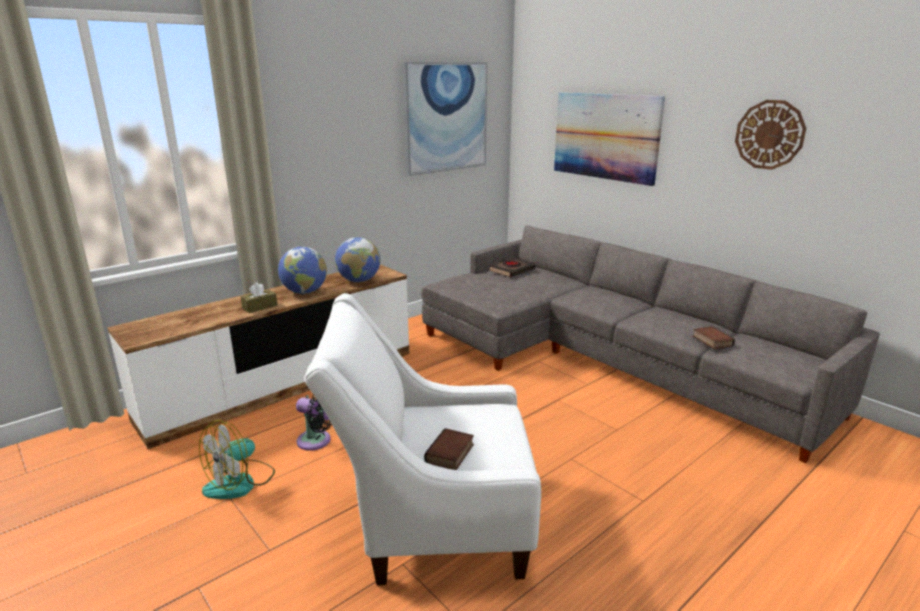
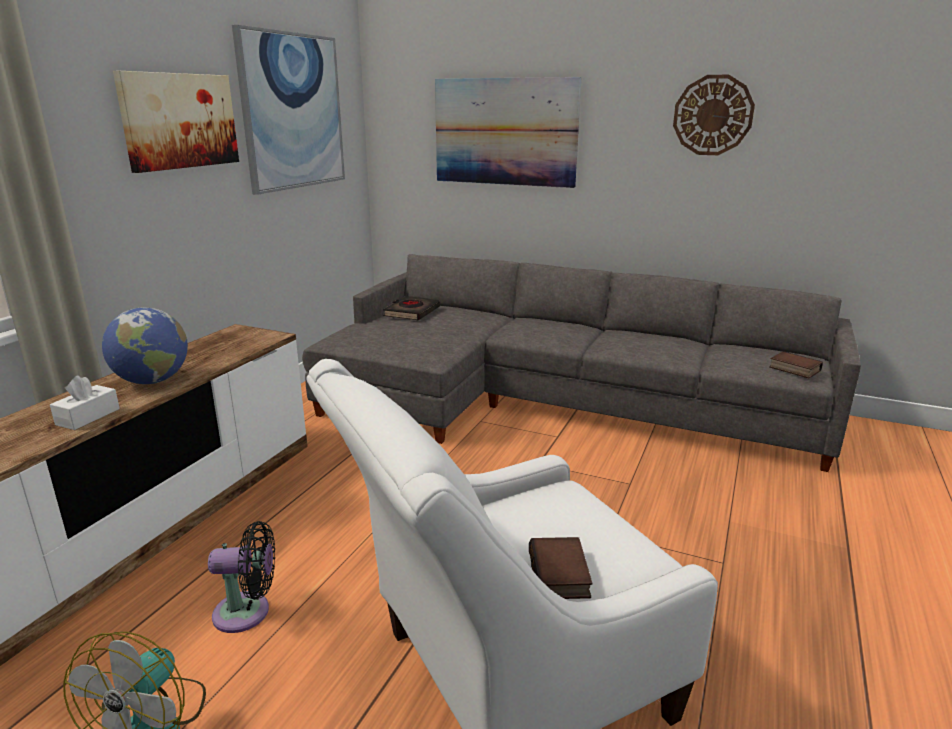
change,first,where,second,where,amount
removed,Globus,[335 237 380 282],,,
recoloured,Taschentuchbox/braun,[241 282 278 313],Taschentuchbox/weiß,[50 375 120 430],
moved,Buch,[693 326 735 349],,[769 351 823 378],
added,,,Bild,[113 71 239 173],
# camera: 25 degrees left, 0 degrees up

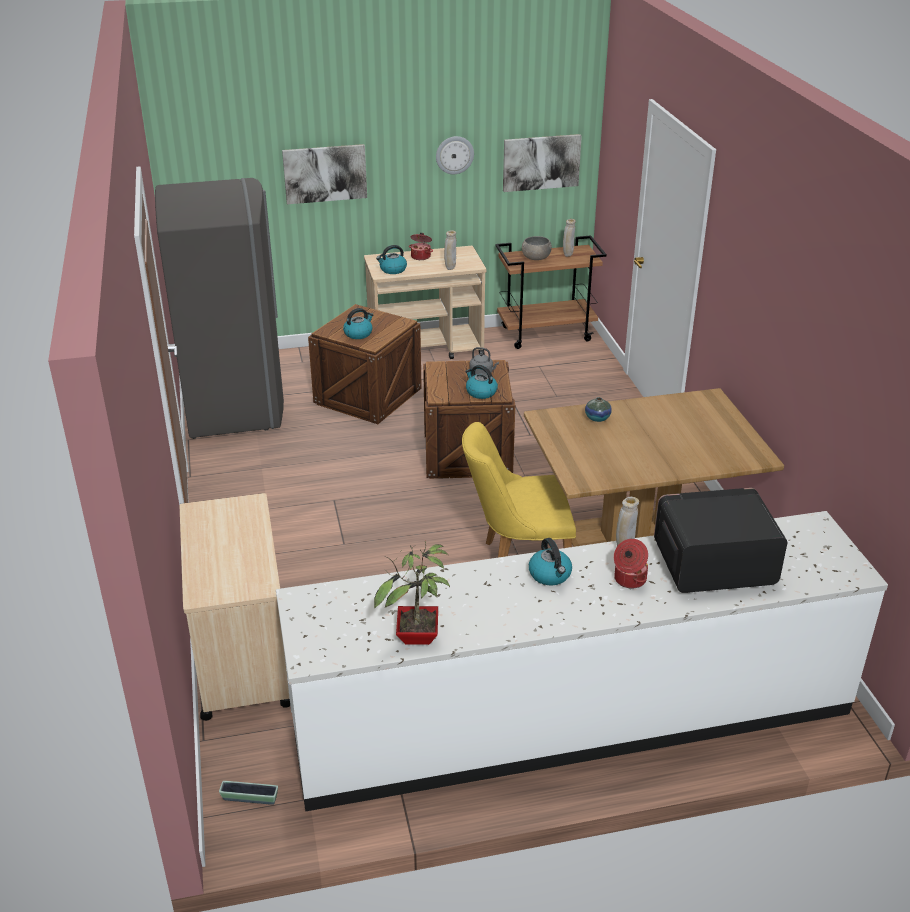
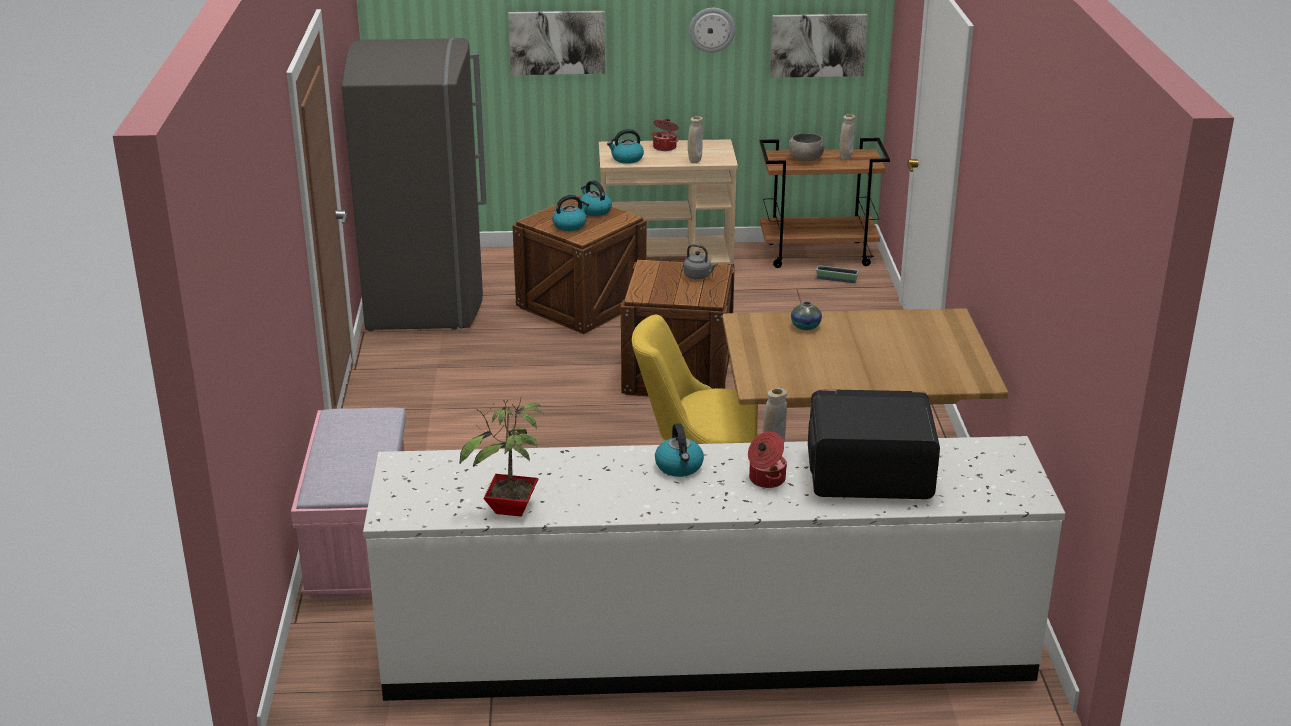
change,first,where,second,where,amount
moved,Wasserkessel,[465 365 498 399],,[580 180 612 216],
replaced,Rollwagen/beige,[180 493 290 721],Bank/rosa,[291 408 406 598],
moved,Pflanzkübel,[219 781 278 805],,[816 265 859 283],
# camera: 10 degrees right, 5 degrees down

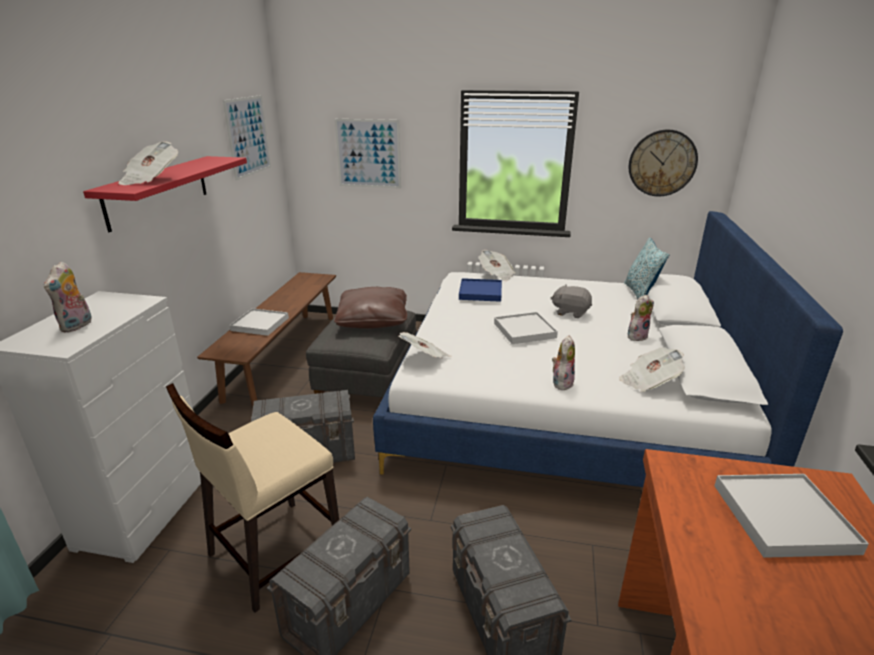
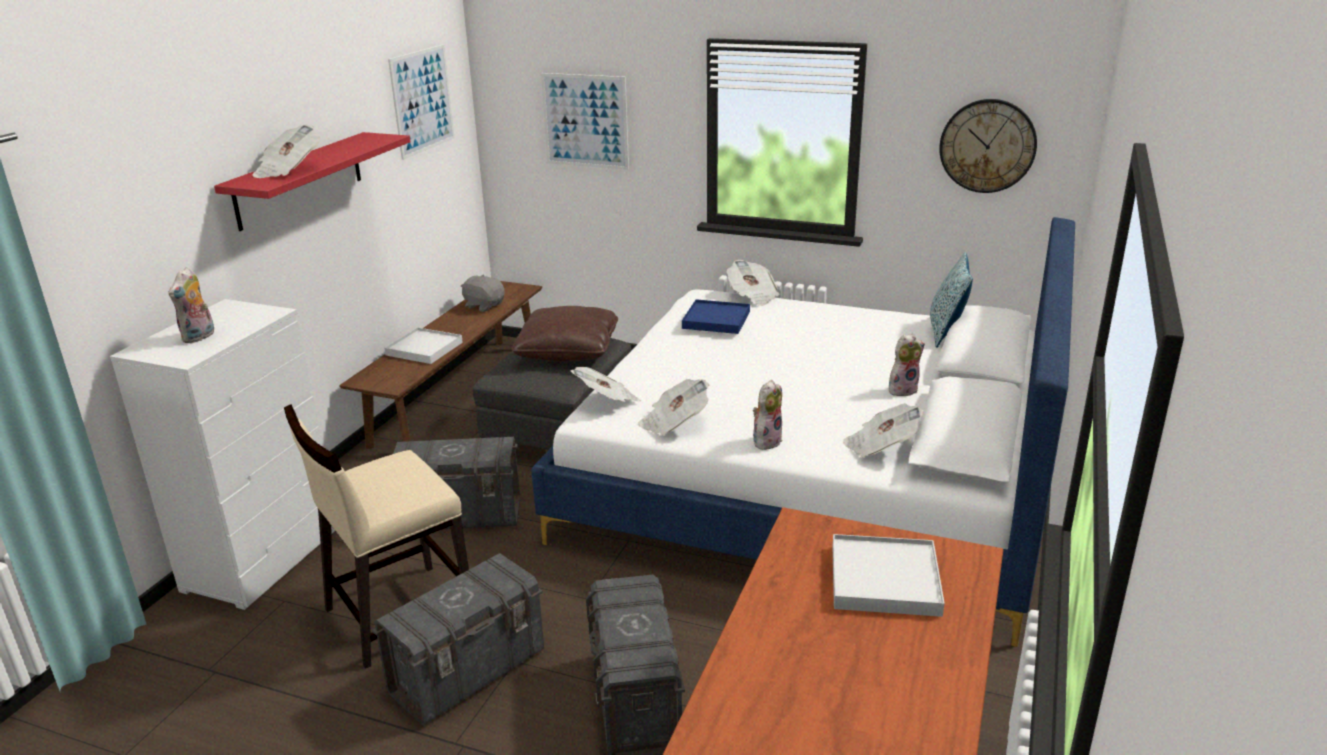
change,first,where,second,where,amount
moved,Plüschtier/grau,[551 284 592 318],,[461 275 505 312],
removed,Tablett/weiß,[494 312 558 344],,,
added,,,Zeitung,[639 379 709 436],
# camera: 10 degrees right, 0 degrees up

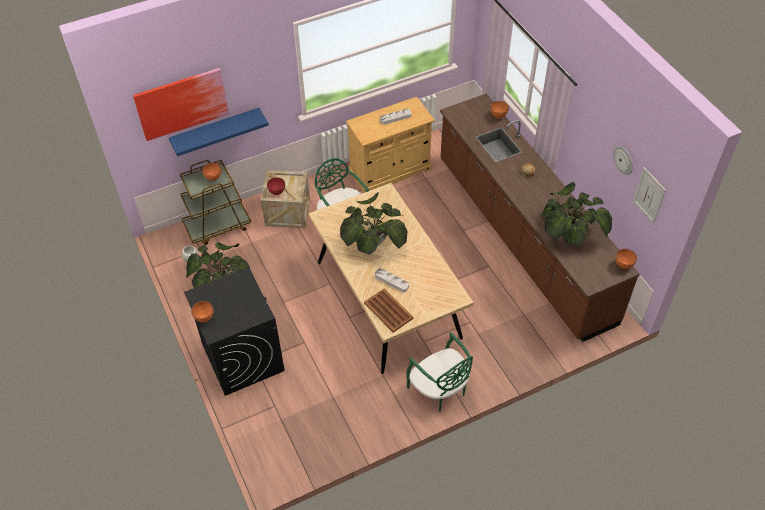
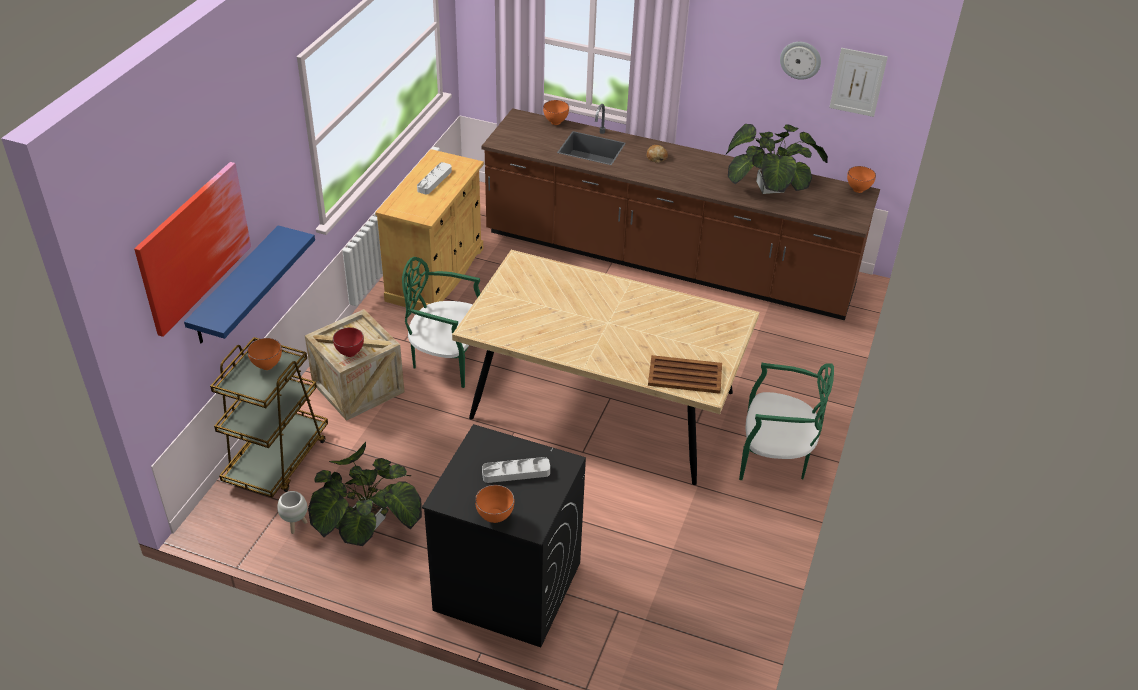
change,first,where,second,where,amount
removed,Topfpflanze,[340 192 407 255],,,
moved,Tablett/grau,[375 268 409 292],,[482 457 550 483],
# camera: 45 degrees left, 10 degrees down

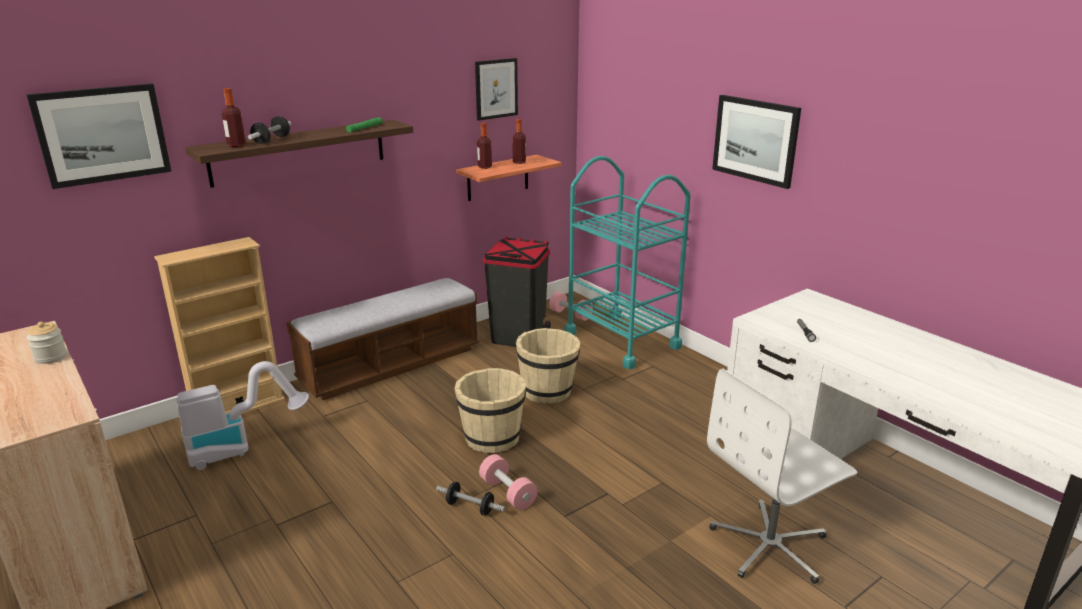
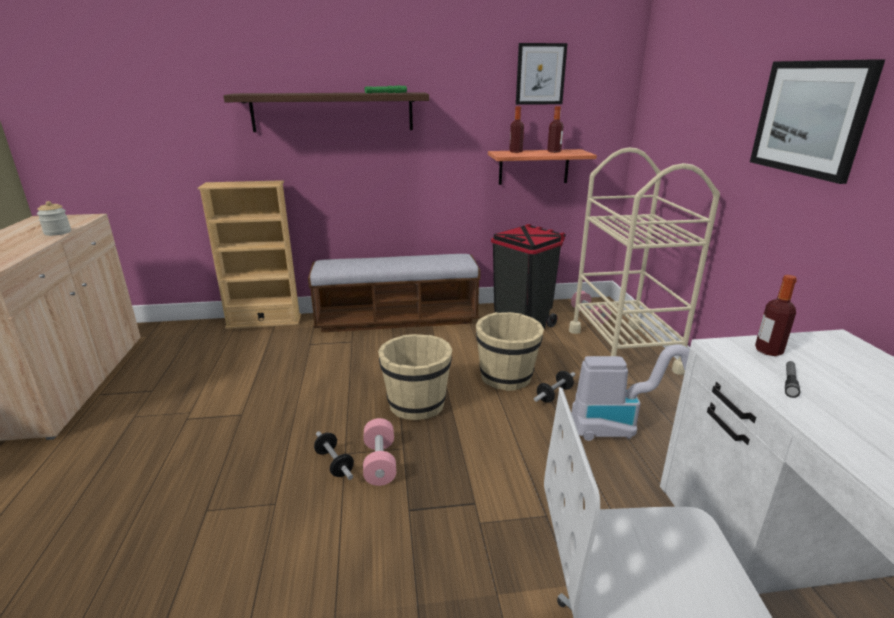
change,first,where,second,where,amount
removed,Bild,[26 83 172 189],,,
moved,Flasche,[222 88 246 147],,[755 275 797 356],
moved,Hantel,[248 116 291 144],,[534 371 575 403],
recoloured,Rollwagen/türkis,[564 156 691 369],Rollwagen/beige,[569 147 720 375],
moved,Staubsauger,[177 361 309 470],,[572 344 690 441],
# camera: 30 degrees right, 0 degrees up

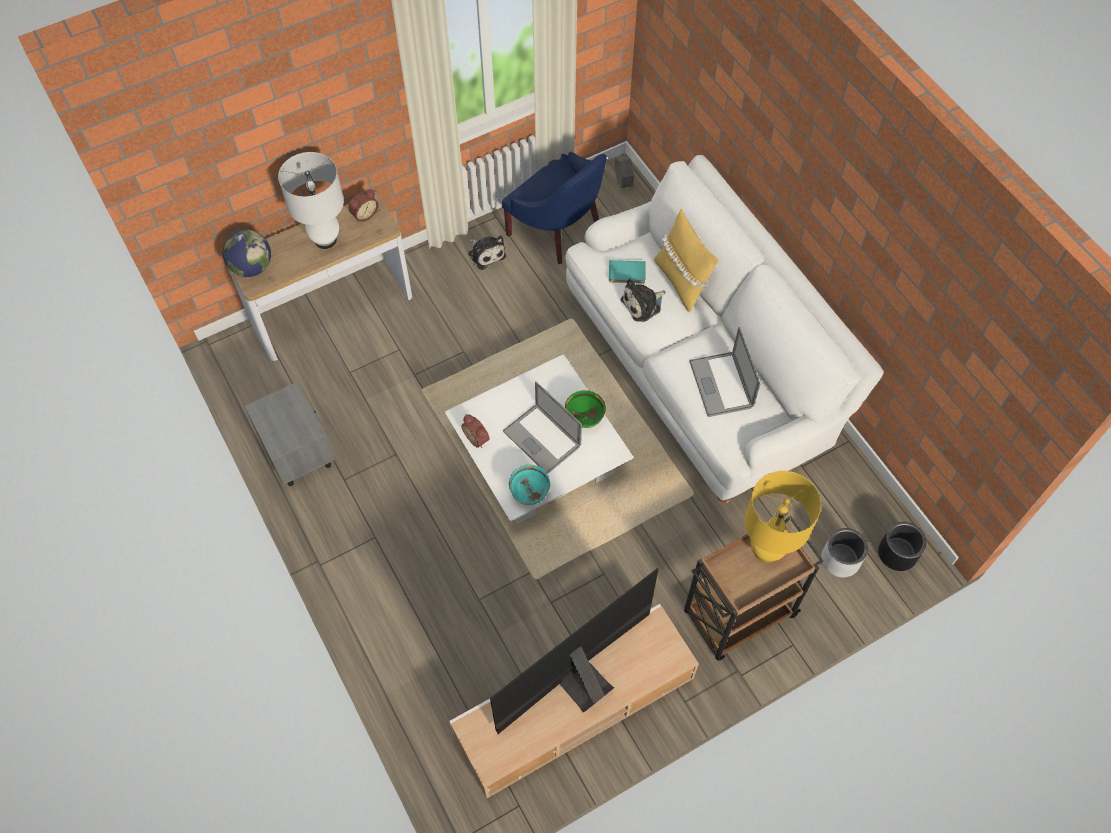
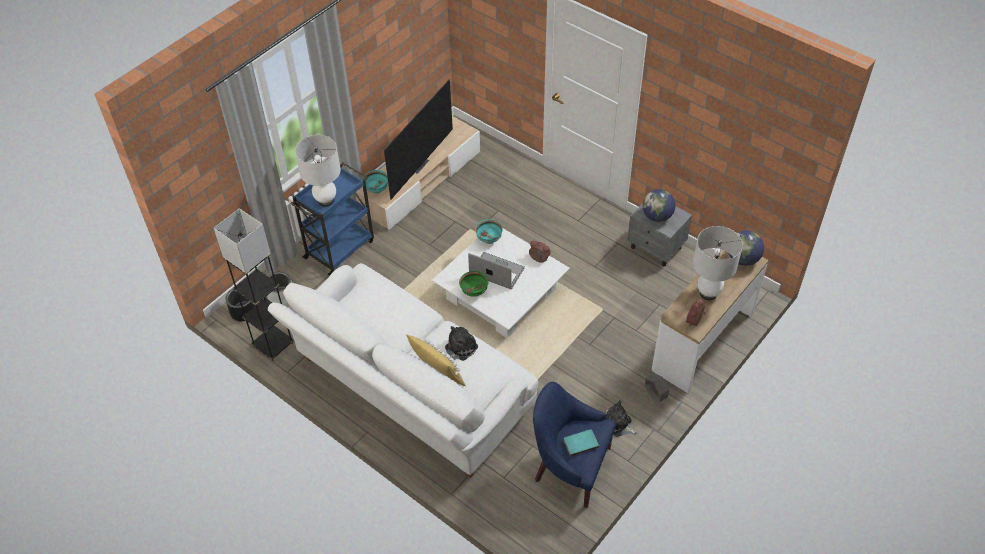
change,first,where,second,where,amount
moved,Pflanzkübel/grau,[615 155 634 188],,[644 373 669 402],
moved,Buch/türkis,[609 260 645 283],,[564 429 599 456],
removed,Laptop,[689 327 760 417],,,
recoloured,Tischlampe/gelb,[744 471 821 563],Tischlampe/weiß,[295 135 341 207],
recoloured,Rollwagen/braun,[684 516 824 661],Rollwagen/blau,[291 162 374 275],
added,,,Schüssel/türkis,[362 170 388 193],
added,,,Globus,[643 189 675 222],
added,,,Stehlampe/grau,[214 208 294 361],
# camera: 160 degrees right, 10 degrees down

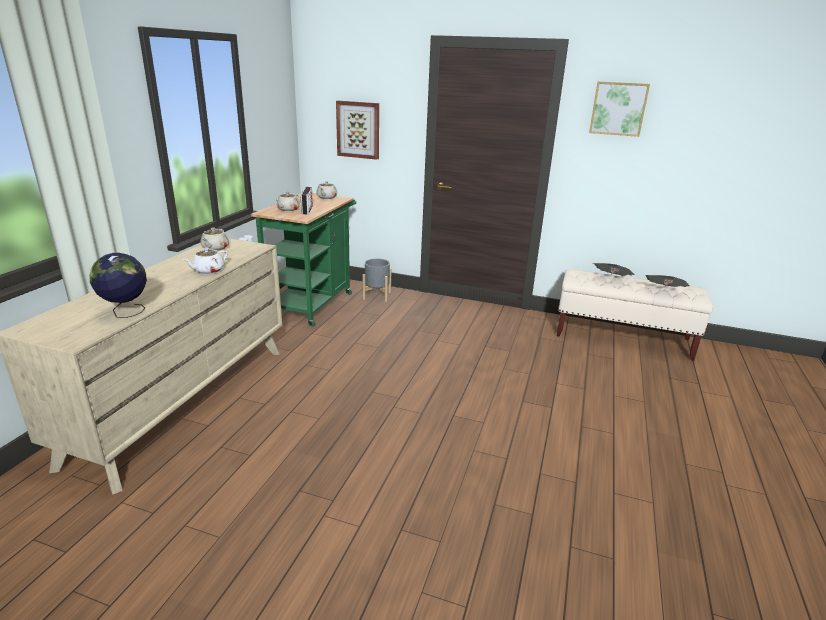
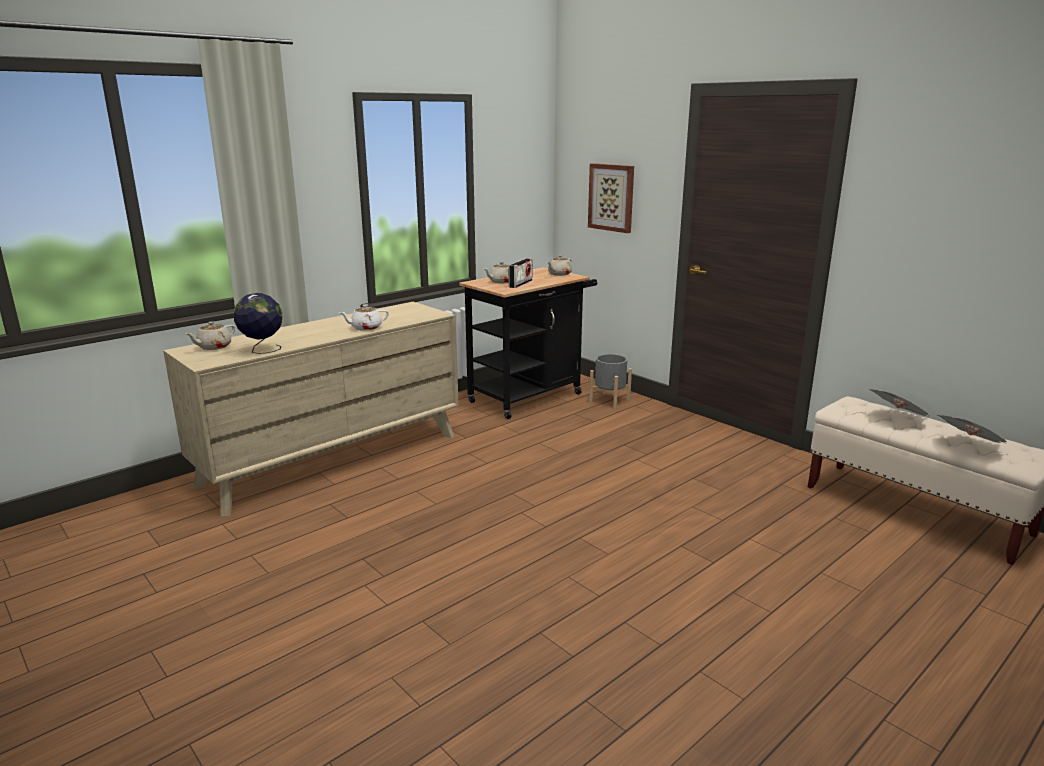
change,first,where,second,where,amount
removed,Bild,[589 82 650 137],,,
recoloured,Rollwagen/grün,[251 193 356 327],Rollwagen/schwarz,[459 267 597 419],
moved,Teekanne/beige,[200 227 229 251],,[186 321 235 350],
# camera: 30 degrees right, 5 degrees down

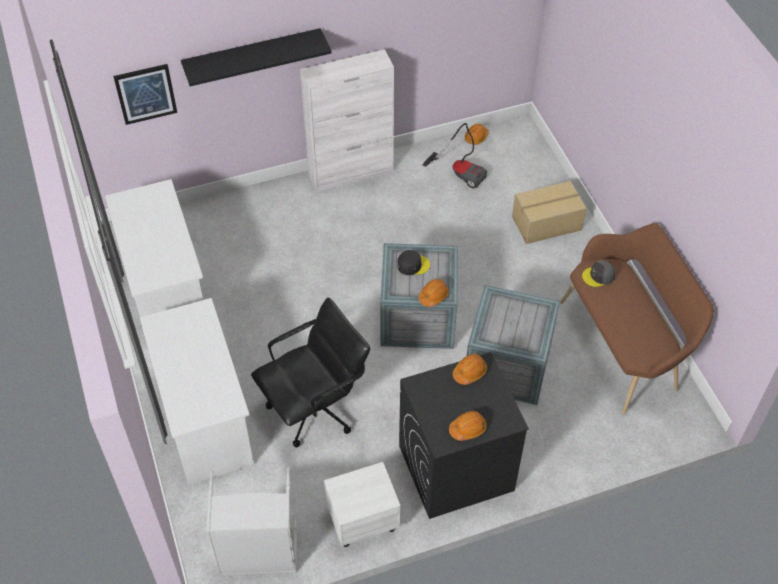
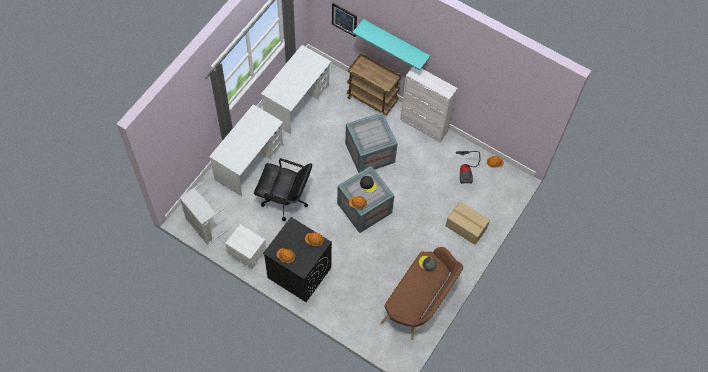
change,first,where,second,where,amount
recoloured,Wandregal/schwarz,[181 28 332 86],Wandregal/türkis,[353 19 430 70],
moved,Kiste,[467 285 560 405],,[345 112 398 173],
added,,,Rollwagen/braun,[347 53 401 116],
# camera: 50 degrees right, 10 degrees up

